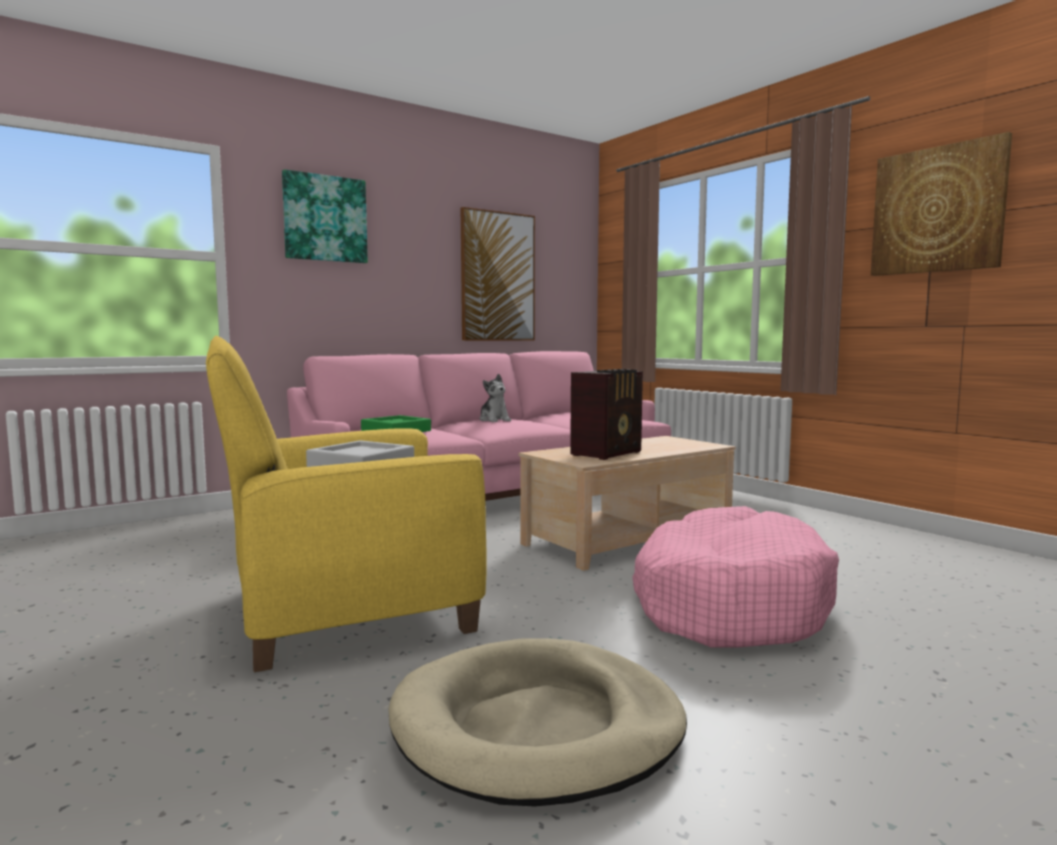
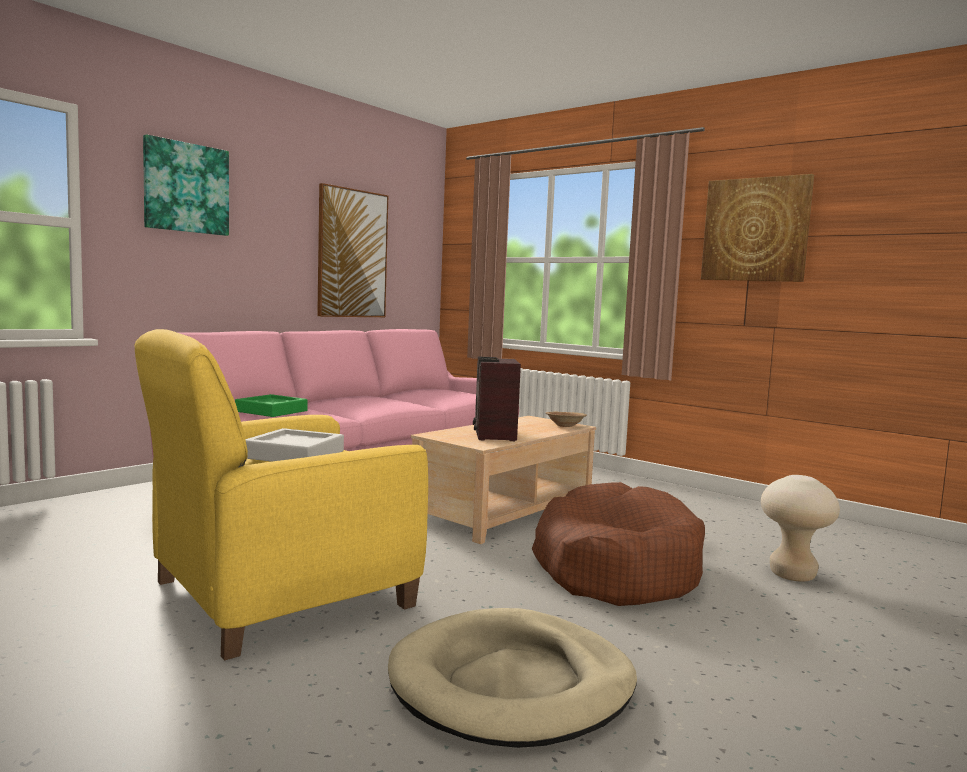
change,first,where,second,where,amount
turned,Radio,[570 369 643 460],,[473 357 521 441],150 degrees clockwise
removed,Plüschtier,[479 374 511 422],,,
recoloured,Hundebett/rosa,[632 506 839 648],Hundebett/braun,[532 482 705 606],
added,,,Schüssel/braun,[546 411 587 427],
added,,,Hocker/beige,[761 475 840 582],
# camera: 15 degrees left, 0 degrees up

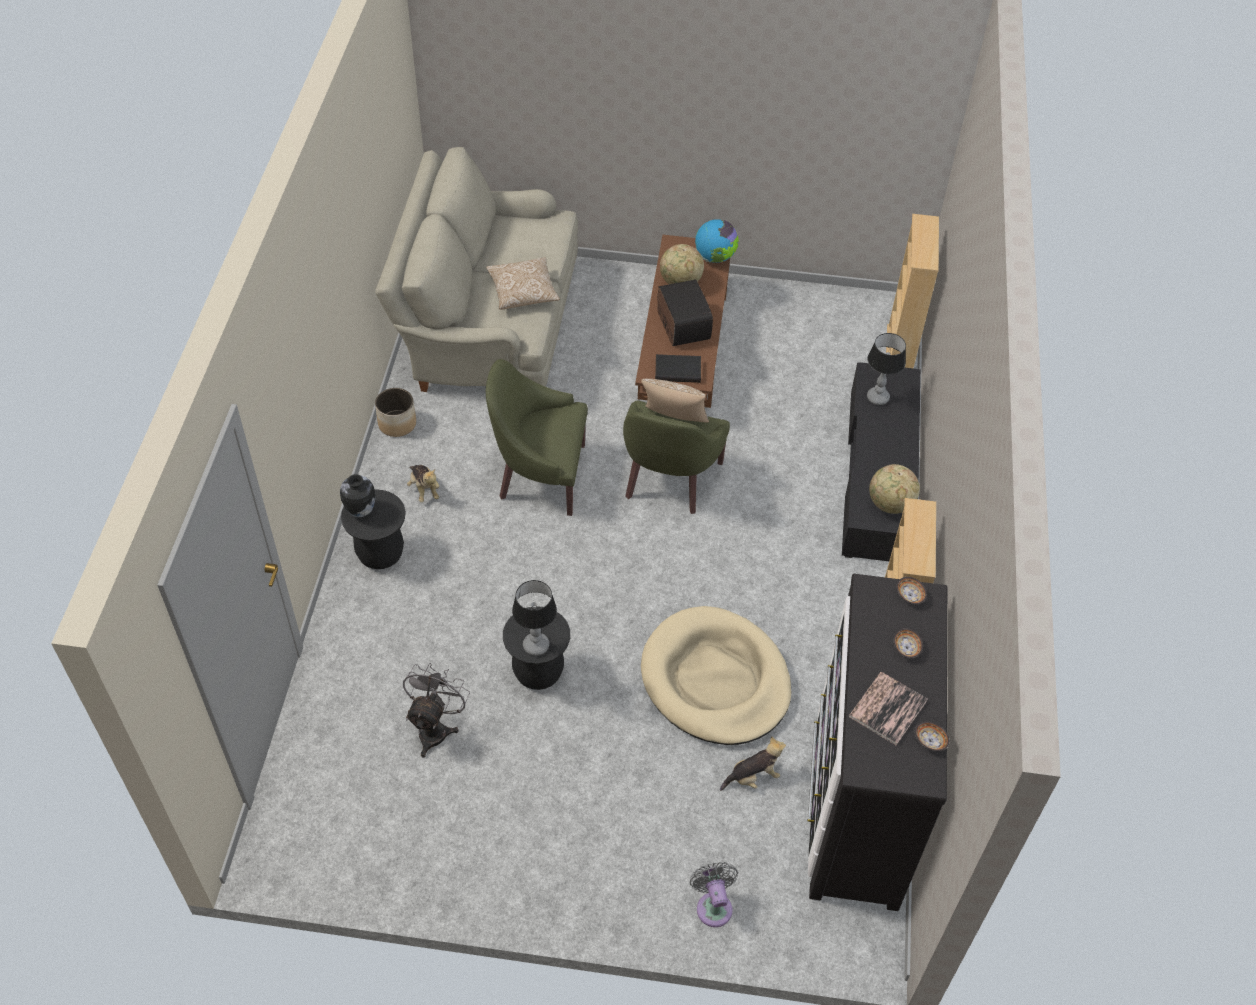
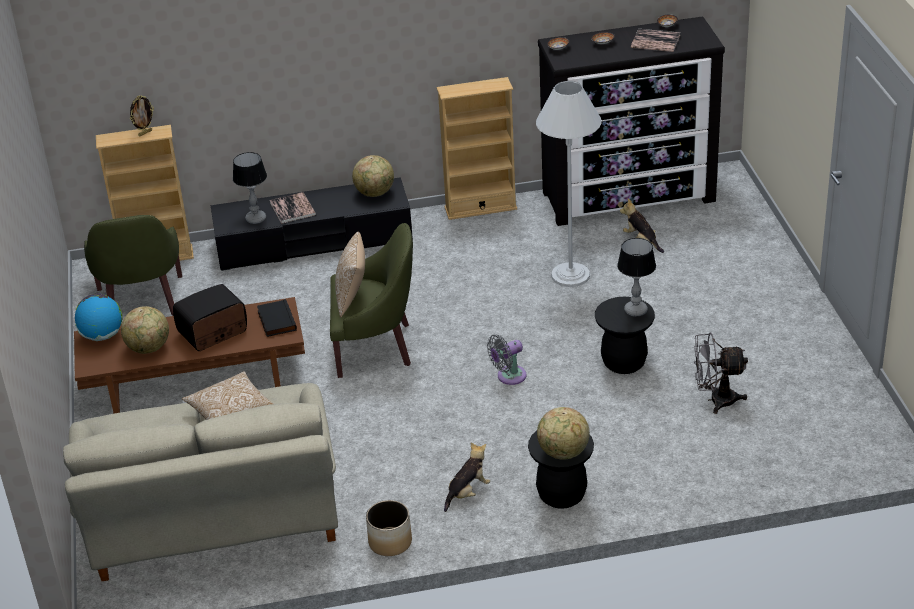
change,first,where,second,where,amount
moved,Sessel/grün,[486 359 588 516],,[84 215 182 316],
replaced,Vase,[340 474 375 517],Globus,[537 407 590 459],
replaced,Hundebett/beige,[641 606 792 745],Stehlampe/weiß,[536 81 602 287],
moved,Ventilator/grau,[690 862 738 927],,[487 335 527 385],
added,,,Bilderrahmen,[130 95 154 136],
added,,,Buch,[270 192 316 224],
# camera: 105 degrees left, 15 degrees down

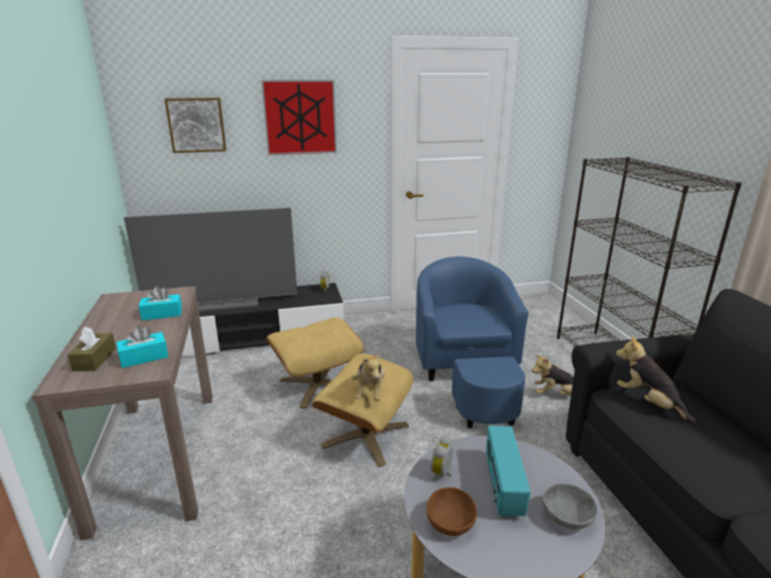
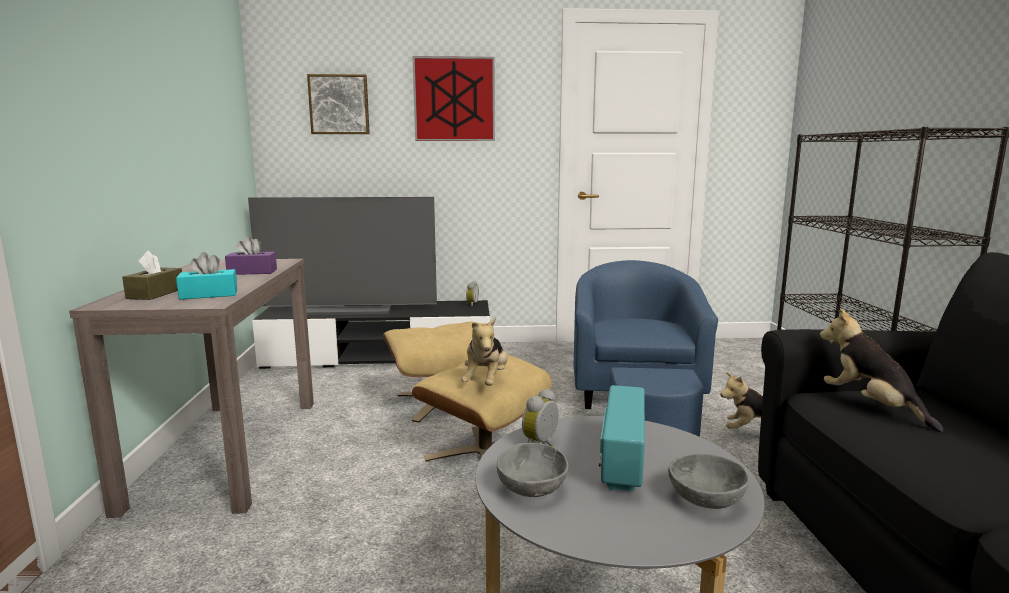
change,first,where,second,where,amount
recoloured,Taschentuchbox/türkis,[139 286 182 320],Taschentuchbox/lila,[225 236 277 275],
recoloured,Schüssel/braun,[427 487 477 536],Schüssel/grau,[497 443 568 497],
# camera: 10 degrees right, 10 degrees down

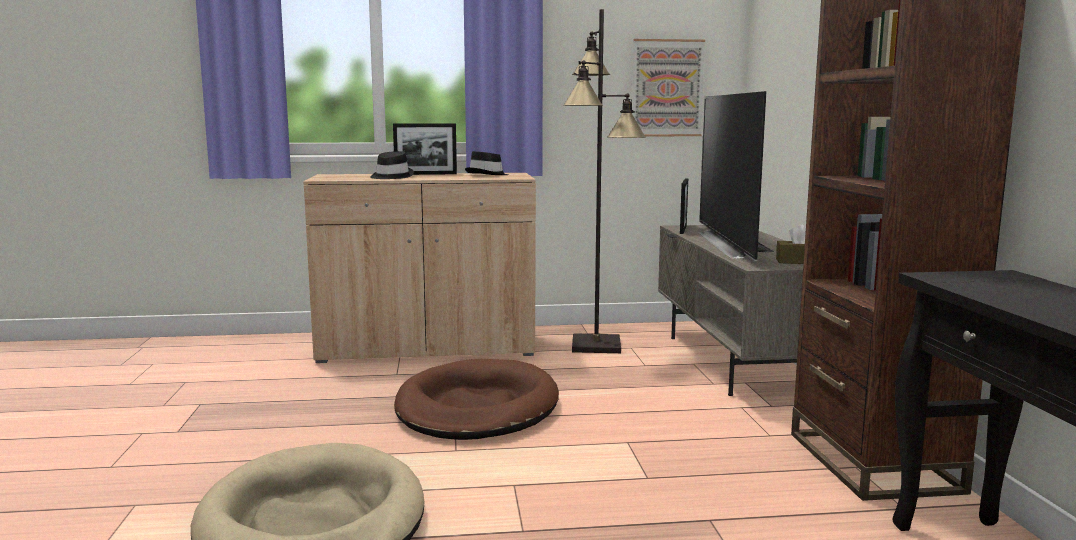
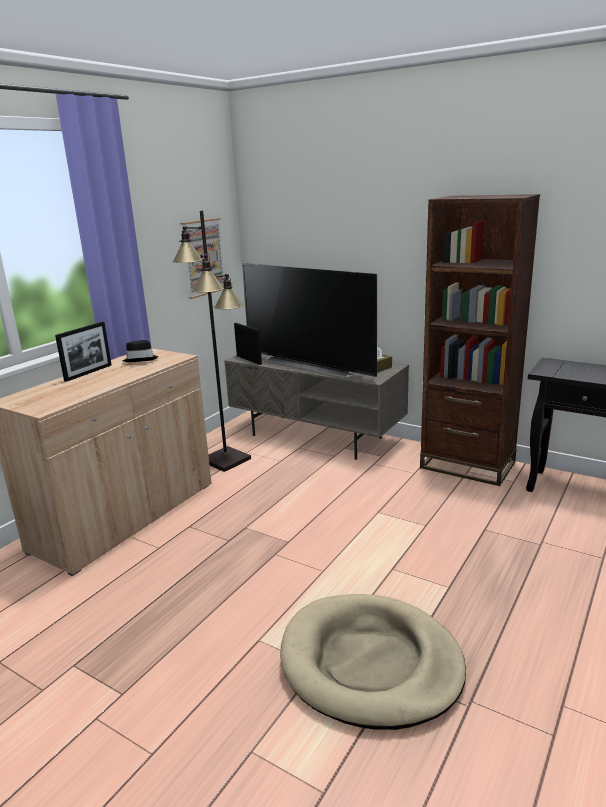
change,first,where,second,where,amount
removed,Hut/schwarz,[370 151 414 179],,,
removed,Hundebett/braun,[394 359 559 440],,,
# camera: 50 degrees left, 10 degrees up

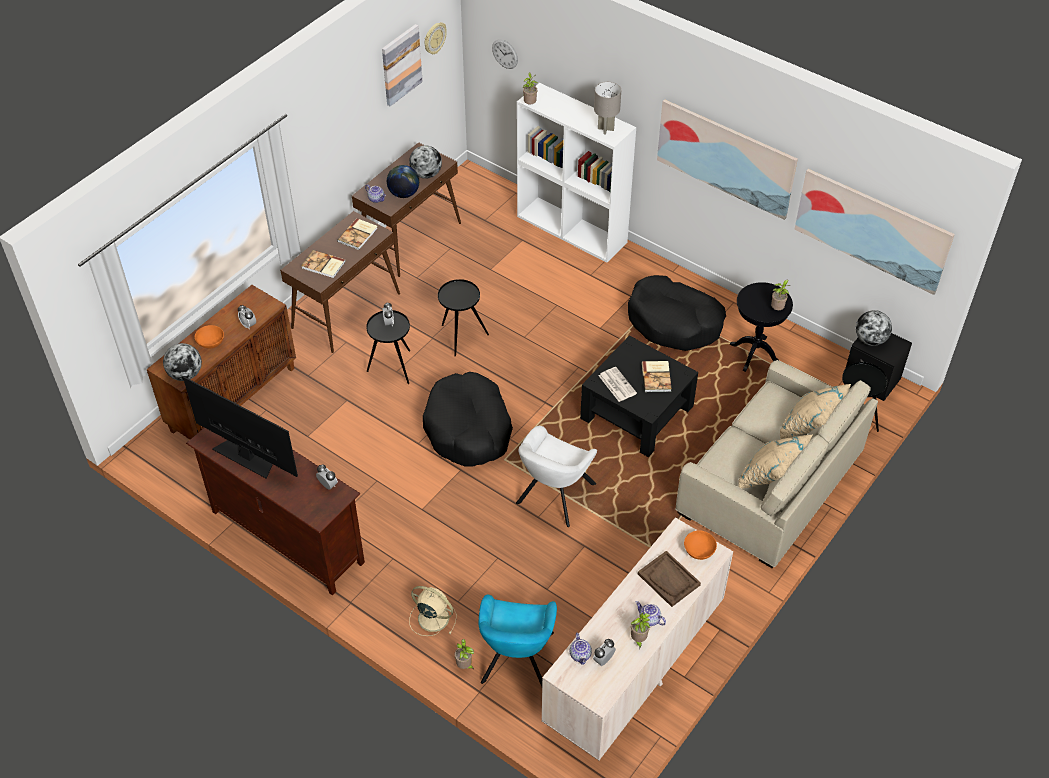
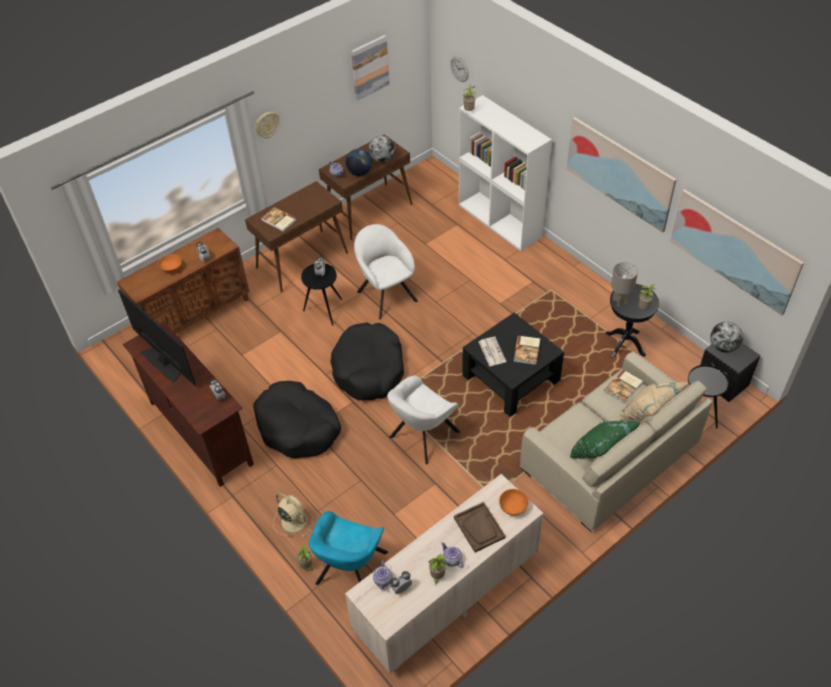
change,first,where,second,where,amount
moved,Wanduhr,[425 22 447 54],,[255 112 280 138],
moved,Tischlampe/grau,[594 82 621 134],,[611 262 638 306],
moved,Buch,[337 218 378 250],,[604 370 643 403],
moved,Hundebett/schwarz,[628 275 726 351],,[253 381 341 458],
replaced,Beistelltisch/schwarz,[438 279 489 357],Sessel/weiß,[354 224 418 320],
removed,Globus,[163 343 202 381],,,
recoloured,Kissen/beige,[738 434 813 489],Kissen/grün,[570 421 642 458],
# camera: 15 degrees right, 0 degrees up

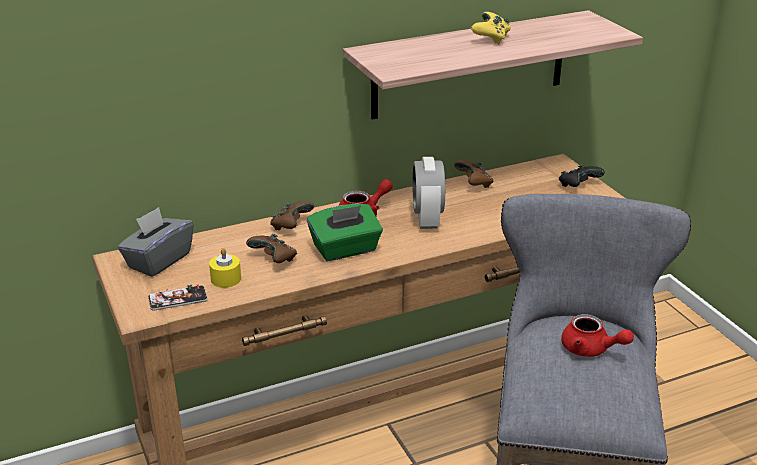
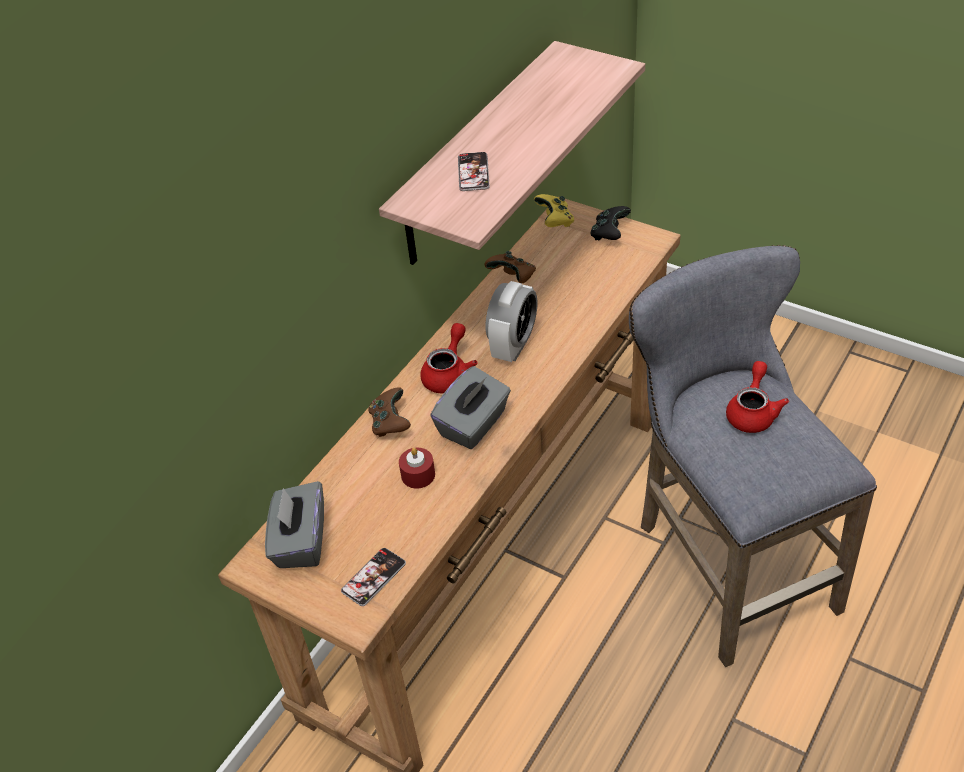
change,first,where,second,where,amount
moved,Gamepad/gelb,[471 12 511 44],,[534 194 574 227],
turned,Wecker,[412 157 445 229],,[485 281 537 362],120 degrees counterclockwise
recoloured,Taschentuchbox/grün,[307 203 383 261],Taschentuchbox/grau,[430 366 511 449],
replaced,Gamepad/braun,[246 234 297 263],Kerze/rot,[399 448 435 489],
removed,Kerze/gelb,[209 248 241 288],,,
turned,Teekanne/rot,[561 314 634 357],,[726 361 789 433],75 degrees counterclockwise
added,,,Handy,[458 152 490 191],
# camera: 30 degrees left, 15 degrees up

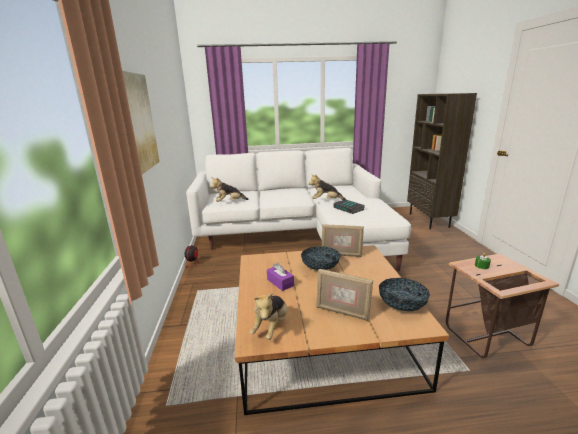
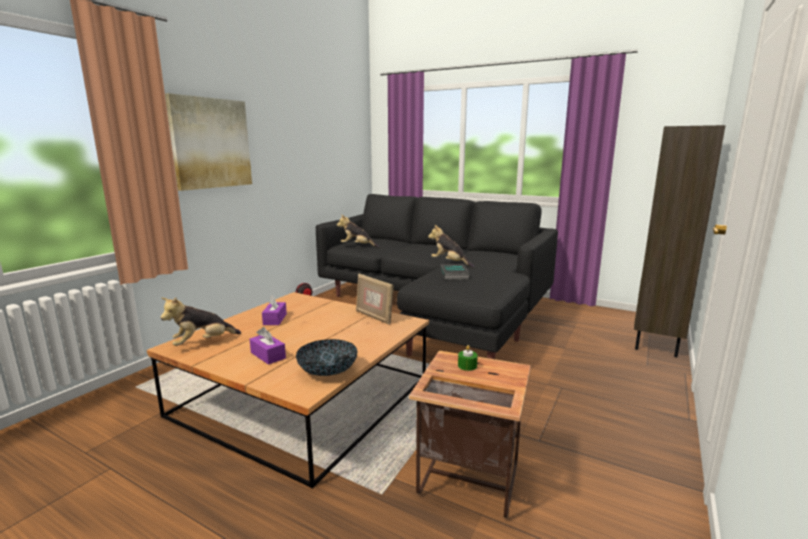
change,first,where,second,where,amount
recoloured,Sofa/weiß,[186 148 411 271],Sofa/schwarz,[316 194 558 359],
removed,Schüssel,[301 246 340 270],,,
replaced,Bilderrahmen,[316 269 373 321],Taschentuchbox/lila,[250 327 286 365],
# camera: 35 degrees right, 5 degrees down

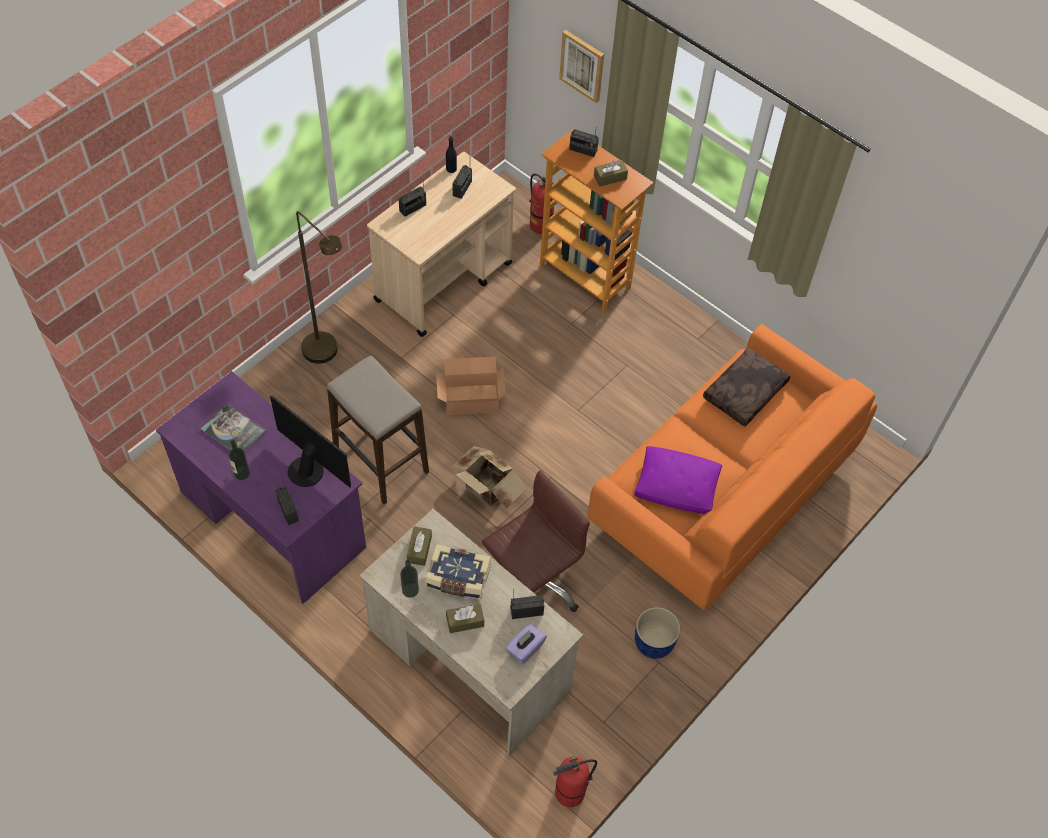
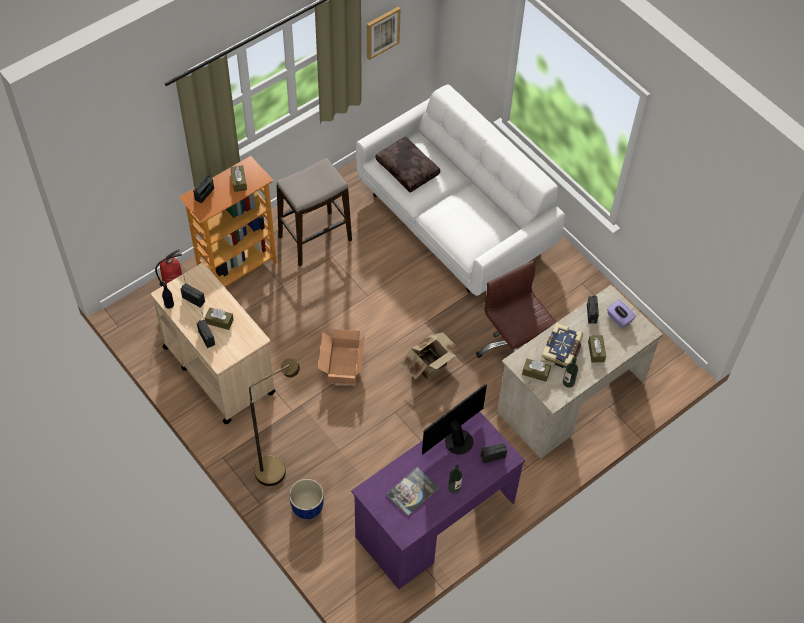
change,first,where,second,where,amount
moved,Bild,[559 30 604 103],,[367 7 401 60],
recoloured,Sofa/orange,[588 324 877 610],Sofa/weiß,[356 84 565 296],
moved,Hocker,[327 356 429 505],,[277 158 352 266],
removed,Kissen/lila,[634 446 722 514],,,
moved,Pflanzkübel/blau,[635 607 680 659],,[289 479 324 519],
removed,Feuerlöscher,[553 757 597 807],,,
added,,,Taschentuchbox/braun,[205 308 234 330],
# camera: 80 degrees left, 0 degrees up

